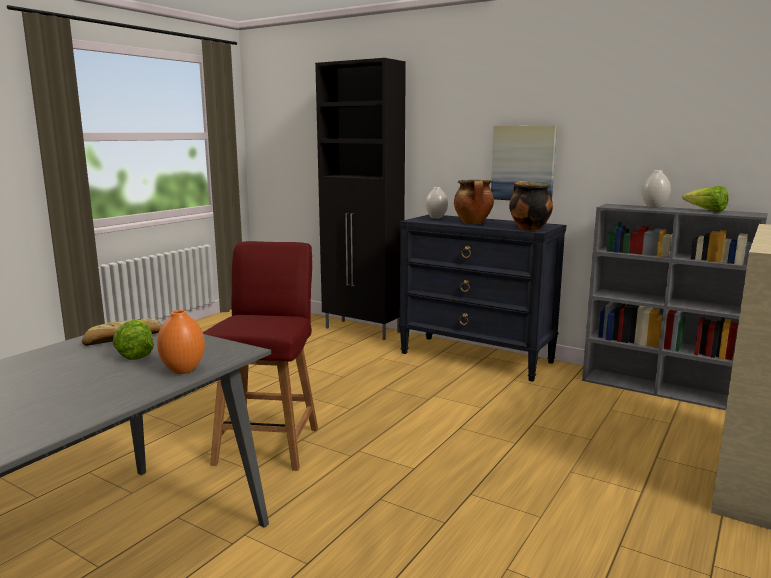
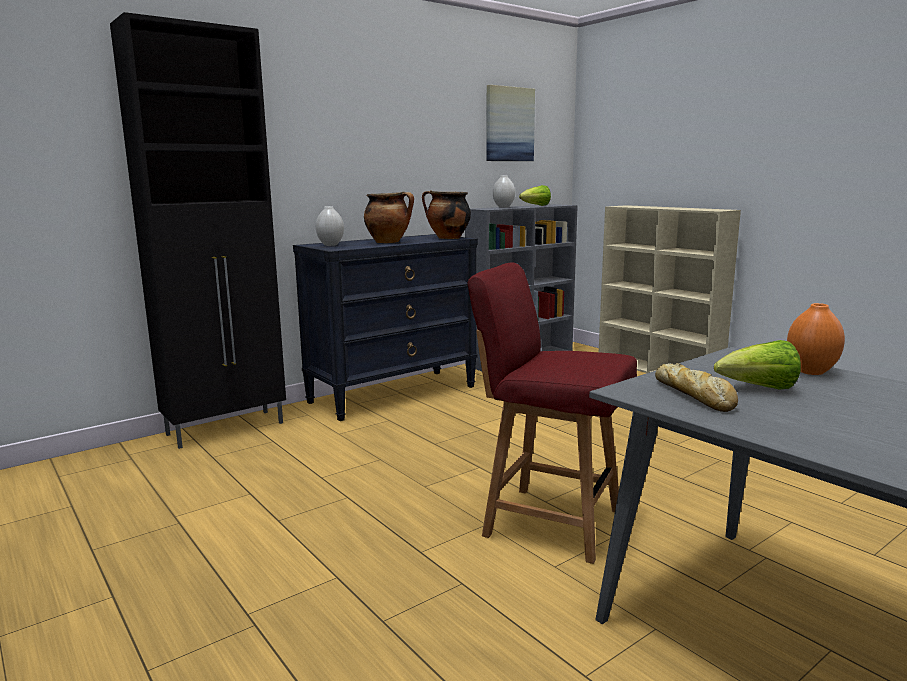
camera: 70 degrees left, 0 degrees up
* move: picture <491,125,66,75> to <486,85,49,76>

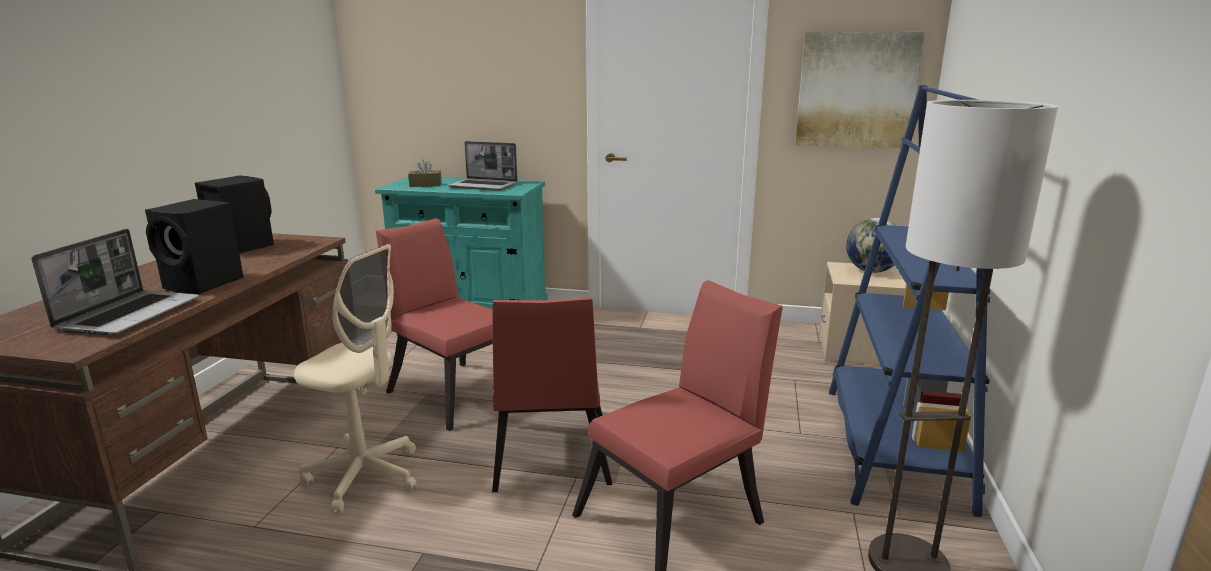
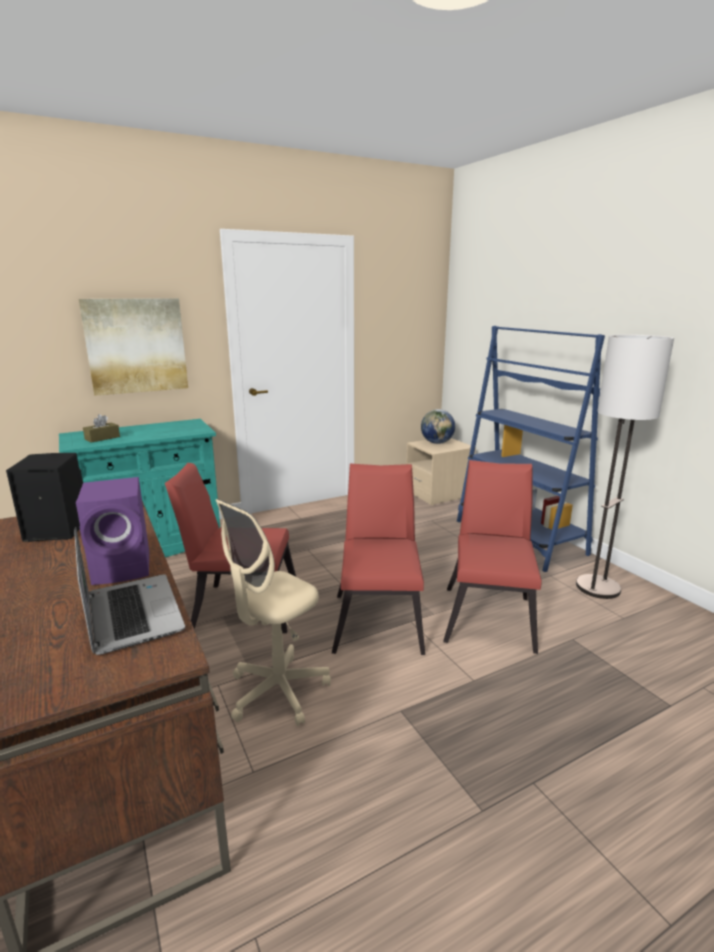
camera: 40 degrees left, 0 degrees up
* move: picture <795,32,130,116> to <79,298,109,98>
* delete: laptop <448,141,70,50>
* recolor: speaker in black <145,199,99,95> to speaker in purple <76,477,73,108>
* rotate: office chair in beige <294,244,123,269> = <216,499,115,227> 150 degrees clockwise
* rotate: chair in red <492,297,120,195> = <332,463,93,192> 135 degrees counterclockwise

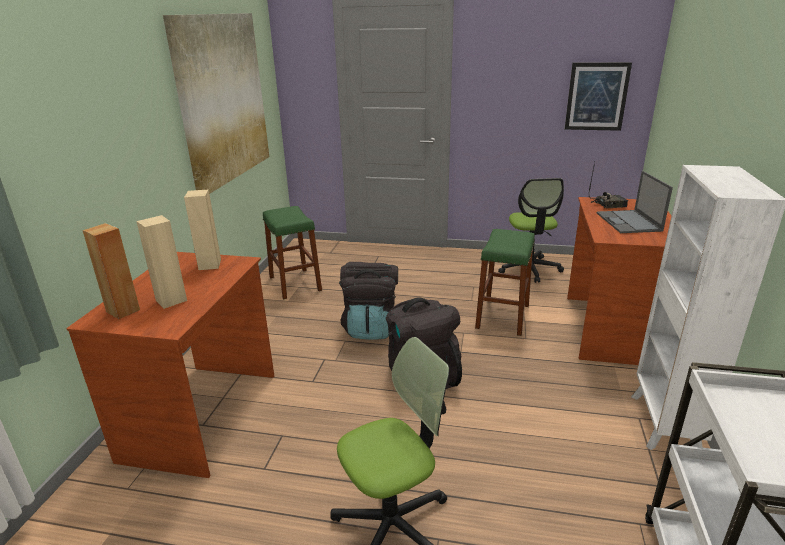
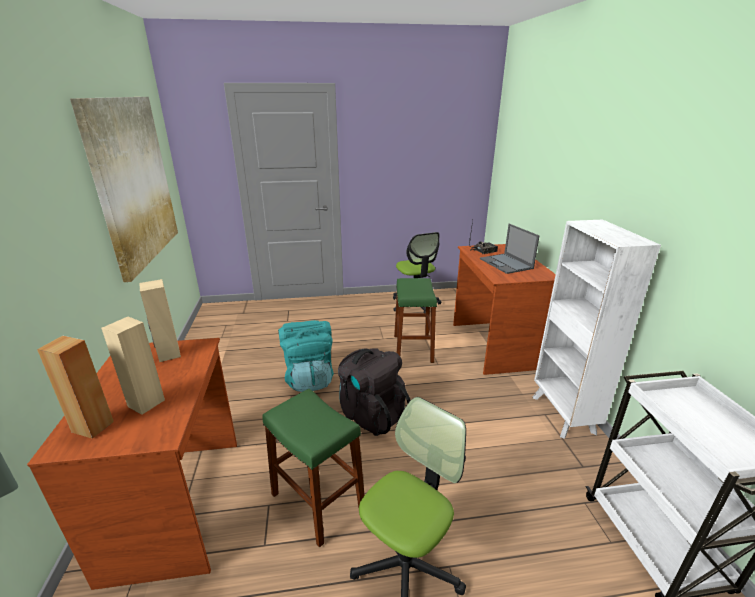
camera: 20 degrees left, 0 degrees up
* delete: picture <565,62,67,69>
* move: stool in green <263,206,59,93> to <262,389,103,159>
* recolor: backpack in black <339,262,59,78> to backpack in turquoise <278,320,56,72>

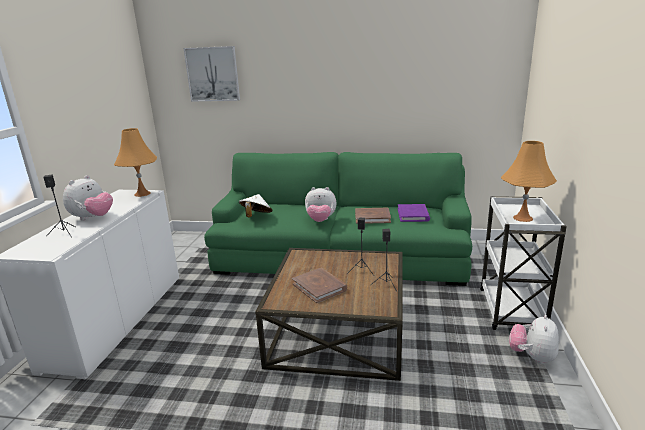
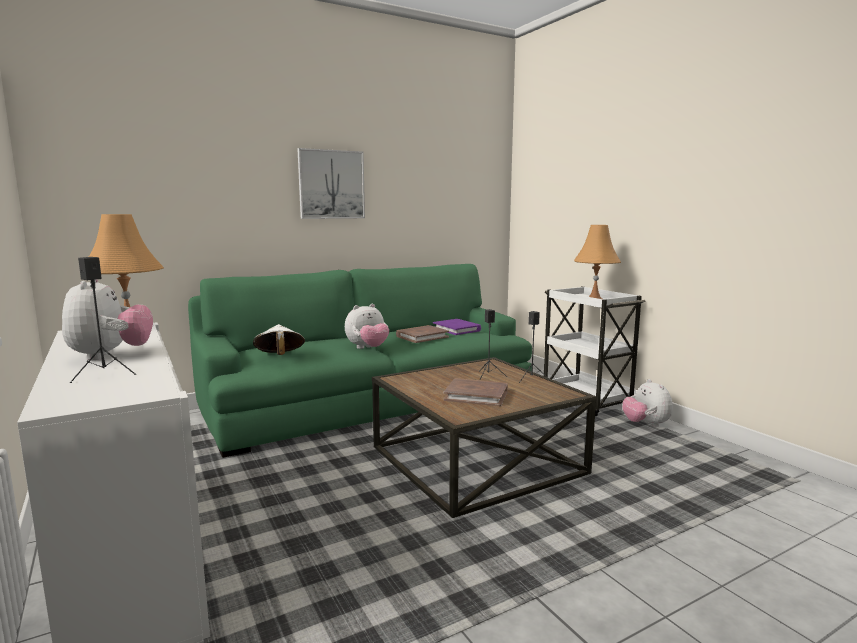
camera: 40 degrees left, 10 degrees down
* move: picture <184,46,56,56> to <297,148,68,71>

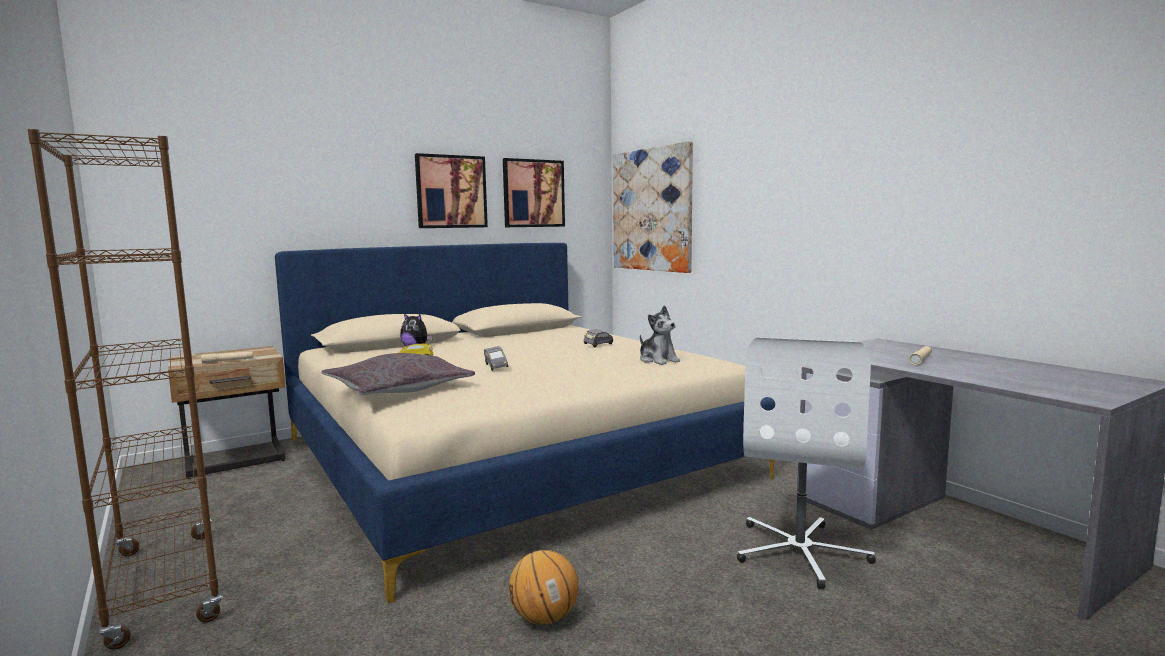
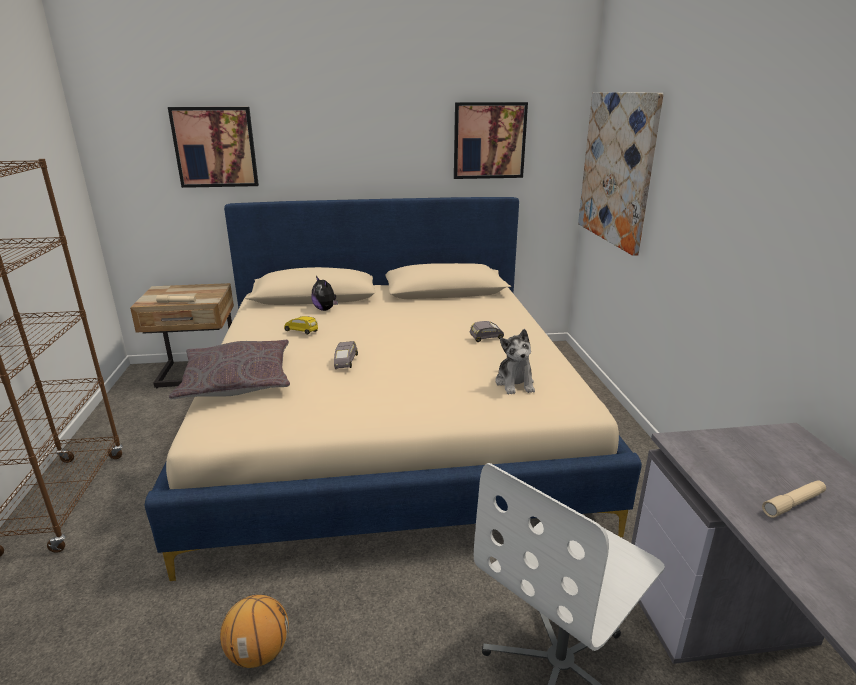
camera: 25 degrees right, 15 degrees up
* move: picture <415,153,73,75> to <168,107,91,81>

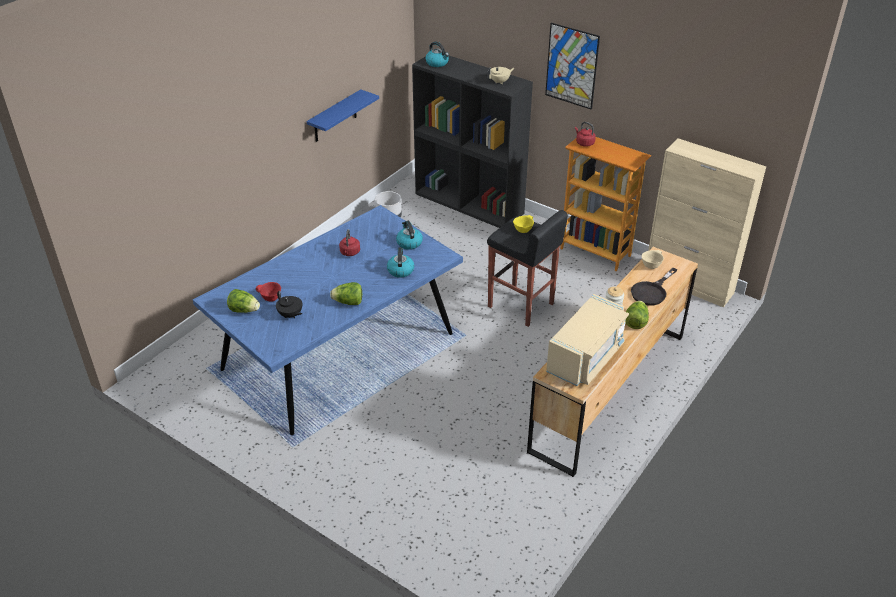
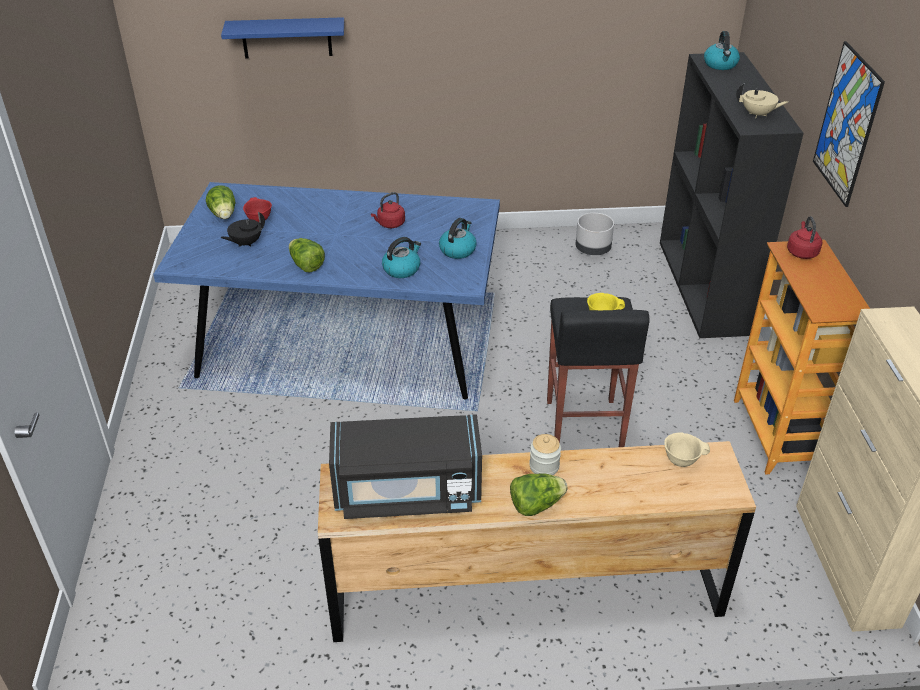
camera: 50 degrees right, 0 degrees up
* move: shelf in blue <306,89,73,53> to <221,17,123,42>
* delete: frying pan in black <631,267,46,39>
* rotate: teapot in black <276,291,26,27> = <221,212,44,35> 45 degrees clockwise
* recolor: microwave in beige <546,294,83,92> to microwave in black <329,414,153,105>

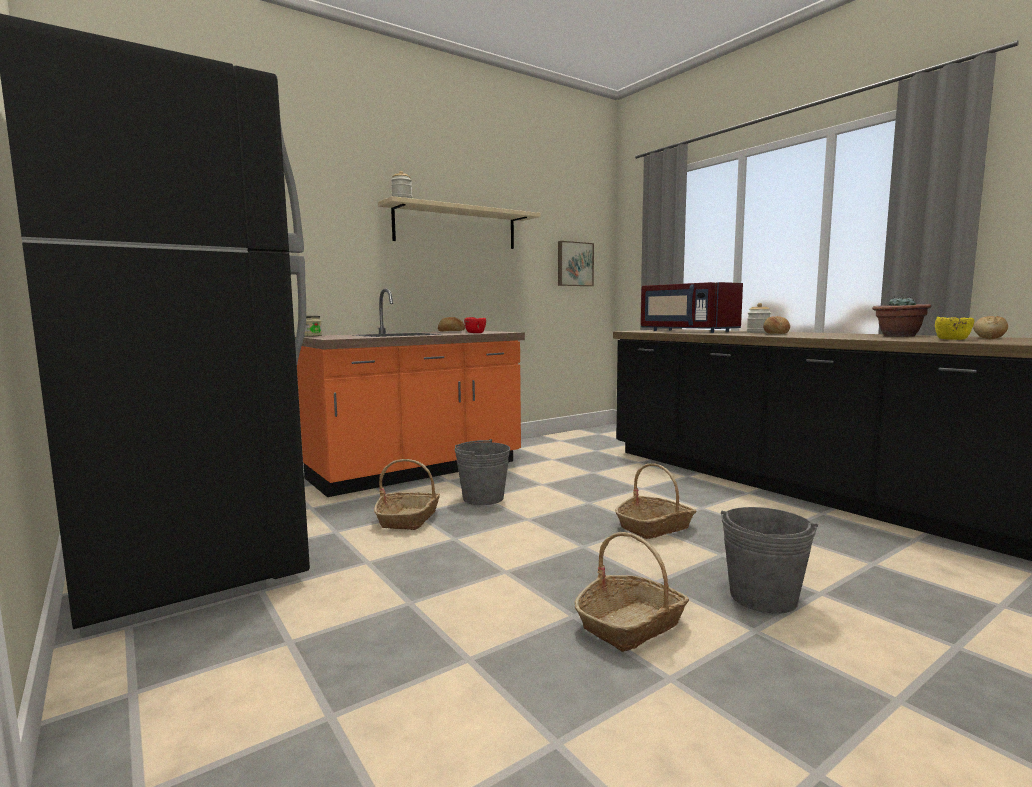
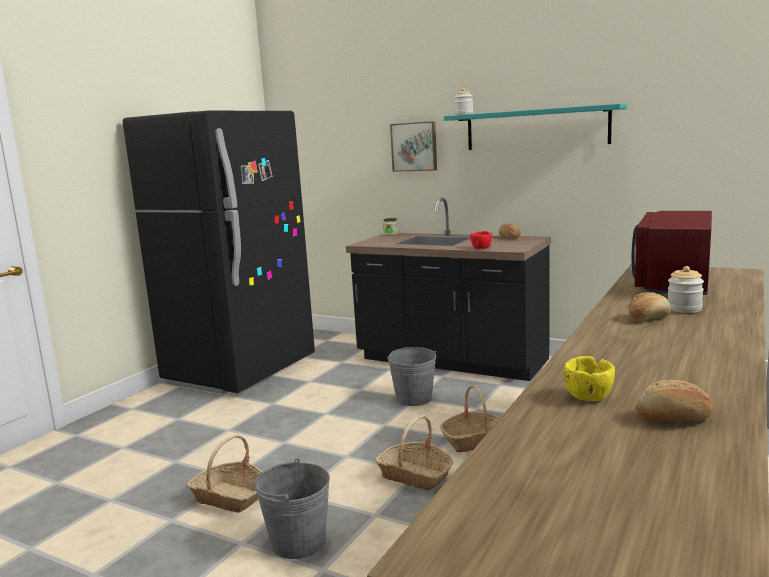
camera: 65 degrees right, 5 degrees up
* recolor: shelf in beige <378,196,163,53> to shelf in turquoise <444,104,183,46>
* move: picture <558,241,36,45> to <390,121,47,51>
* recolor: counter in orange <295,289,230,208> to counter in black <346,197,205,184>
* delete: potted plant <872,296,60,41>
* move: basket <374,459,66,71> to <440,385,60,67>

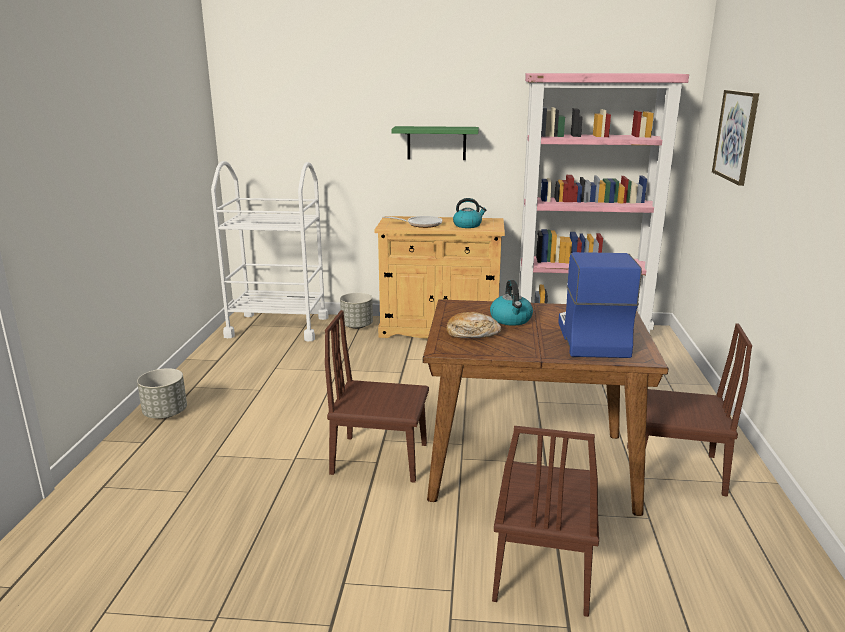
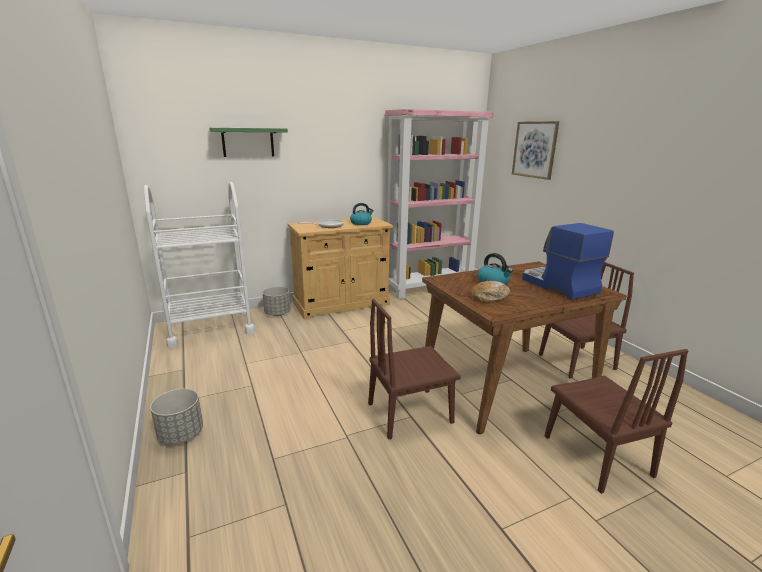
camera: 30 degrees left, 0 degrees up
* move: shelf in green <391,126,88,34> to <209,128,79,29>

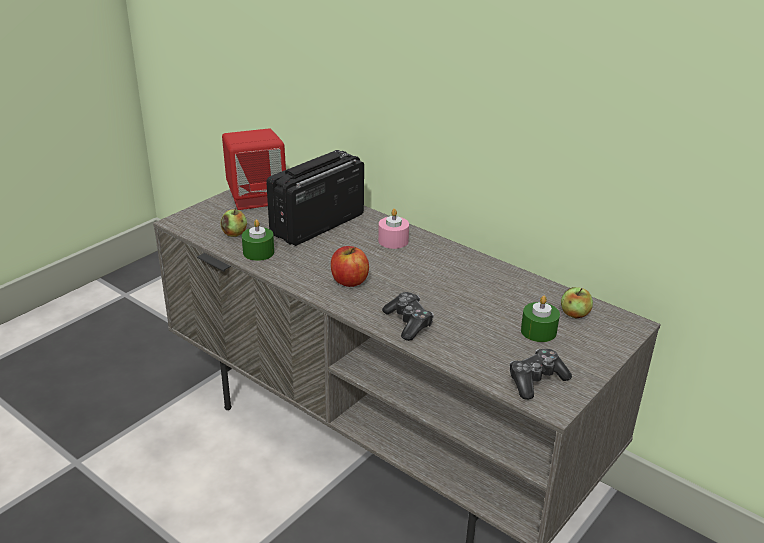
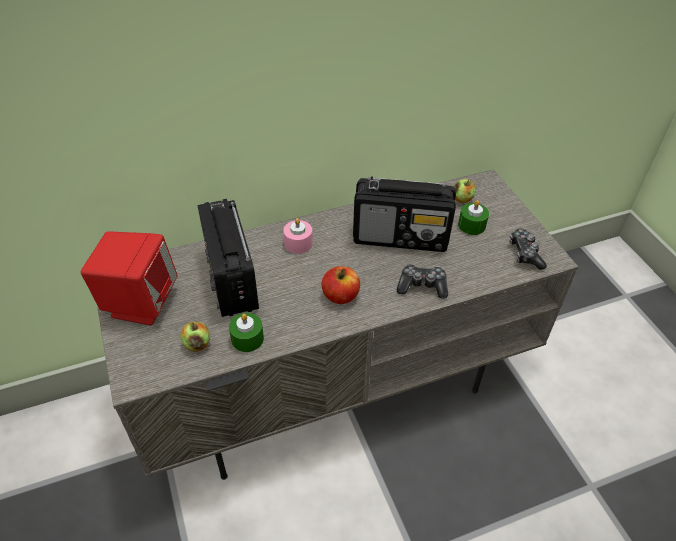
camera: 60 degrees left, 15 degrees up
* insert: radio <353,176,103,76>

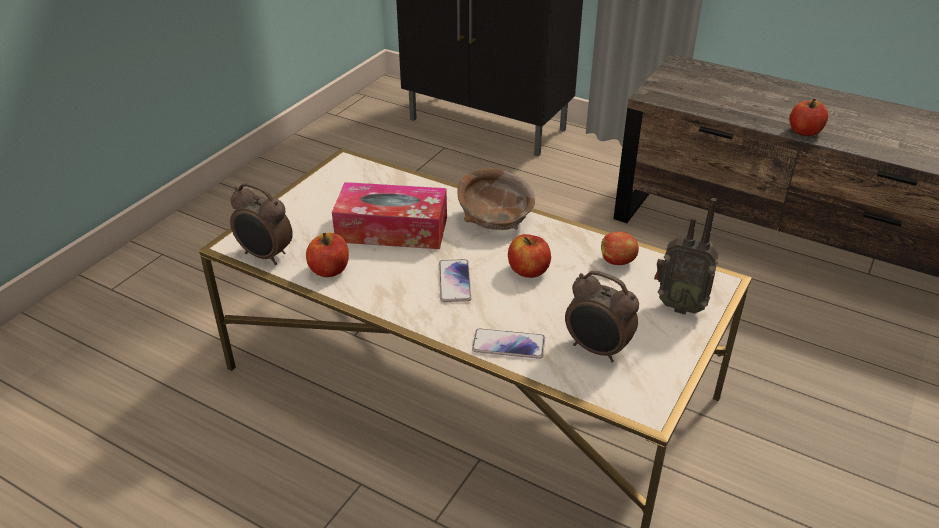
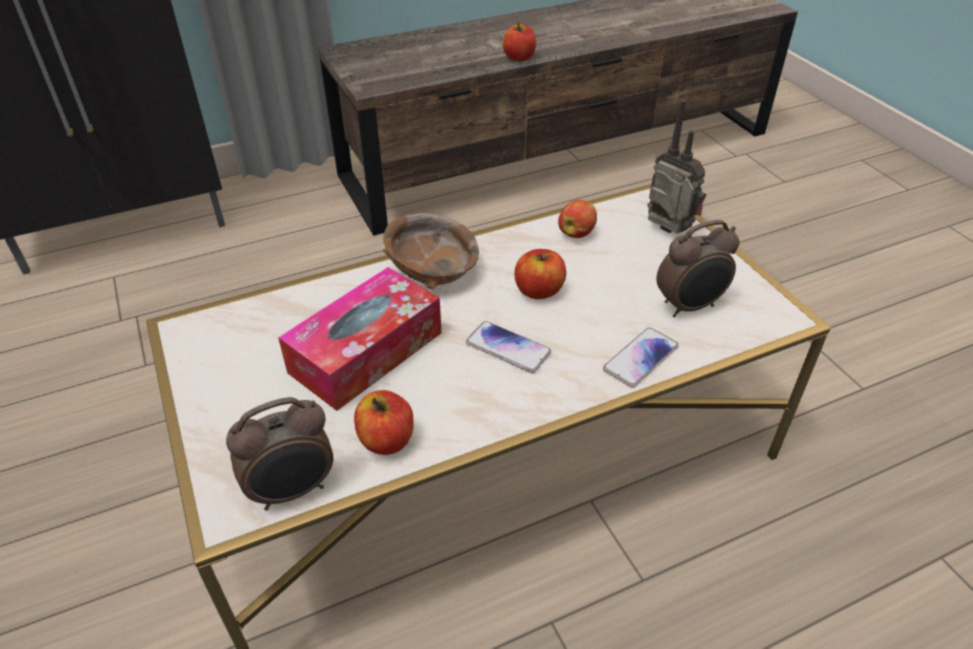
camera: 55 degrees left, 5 degrees up
* rotate: radio <654,198,64,116> = <647,99,59,134> 105 degrees counterclockwise

